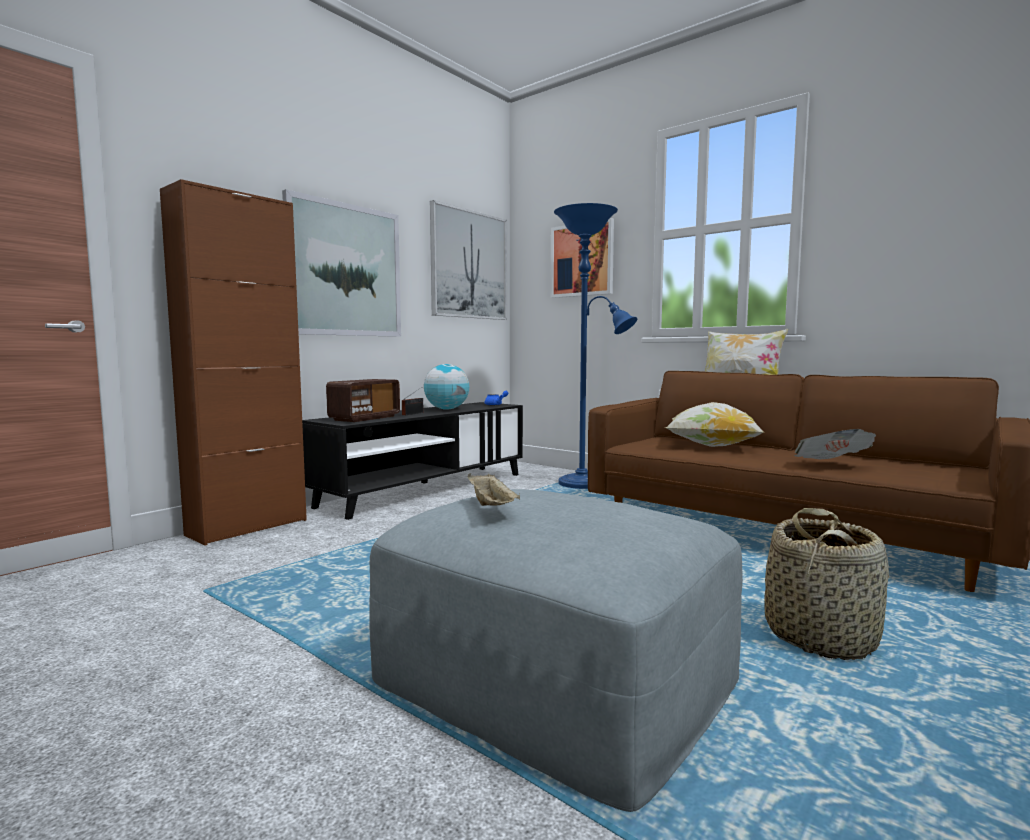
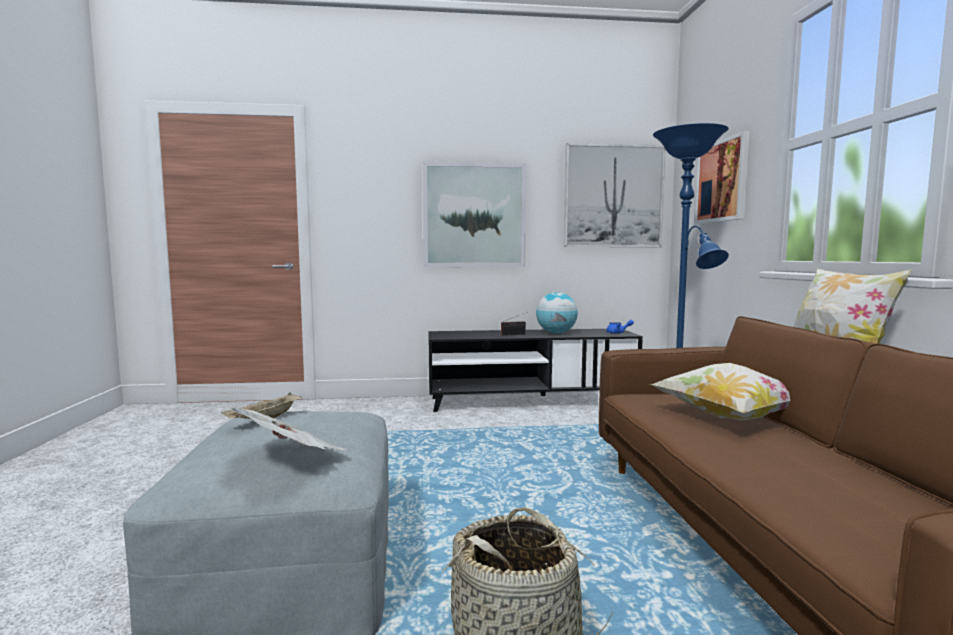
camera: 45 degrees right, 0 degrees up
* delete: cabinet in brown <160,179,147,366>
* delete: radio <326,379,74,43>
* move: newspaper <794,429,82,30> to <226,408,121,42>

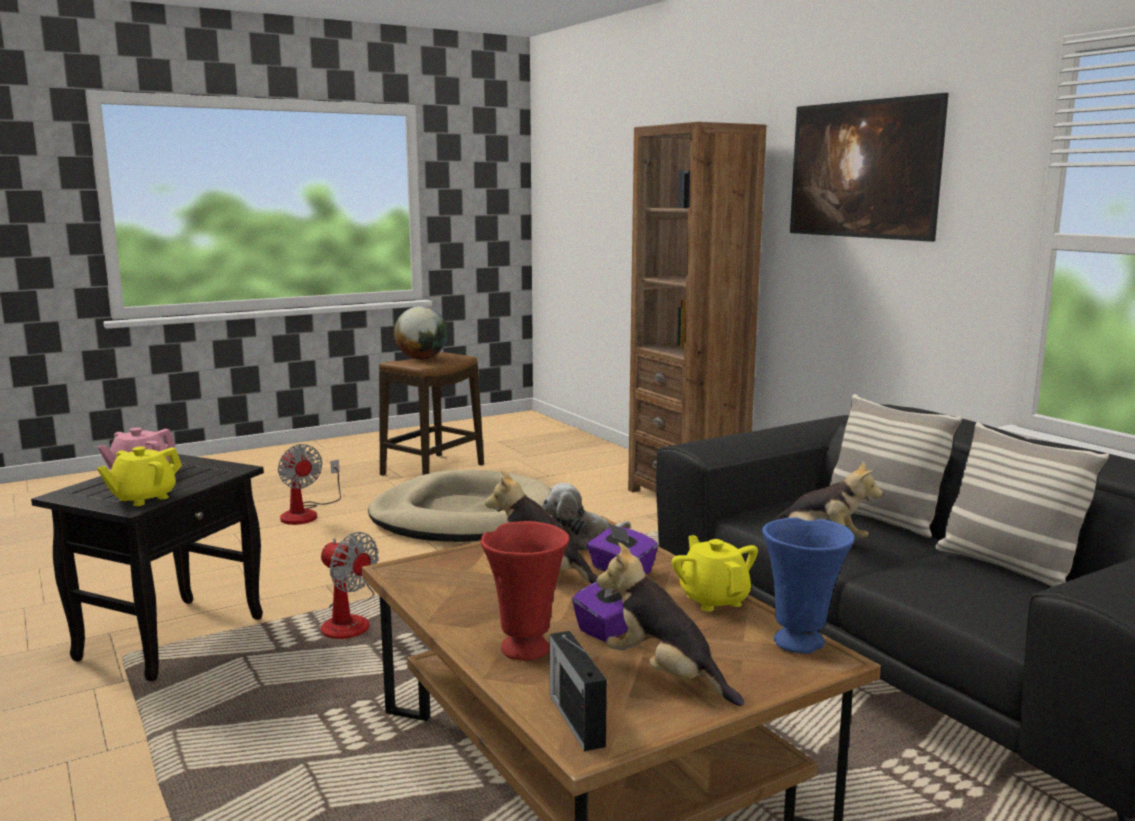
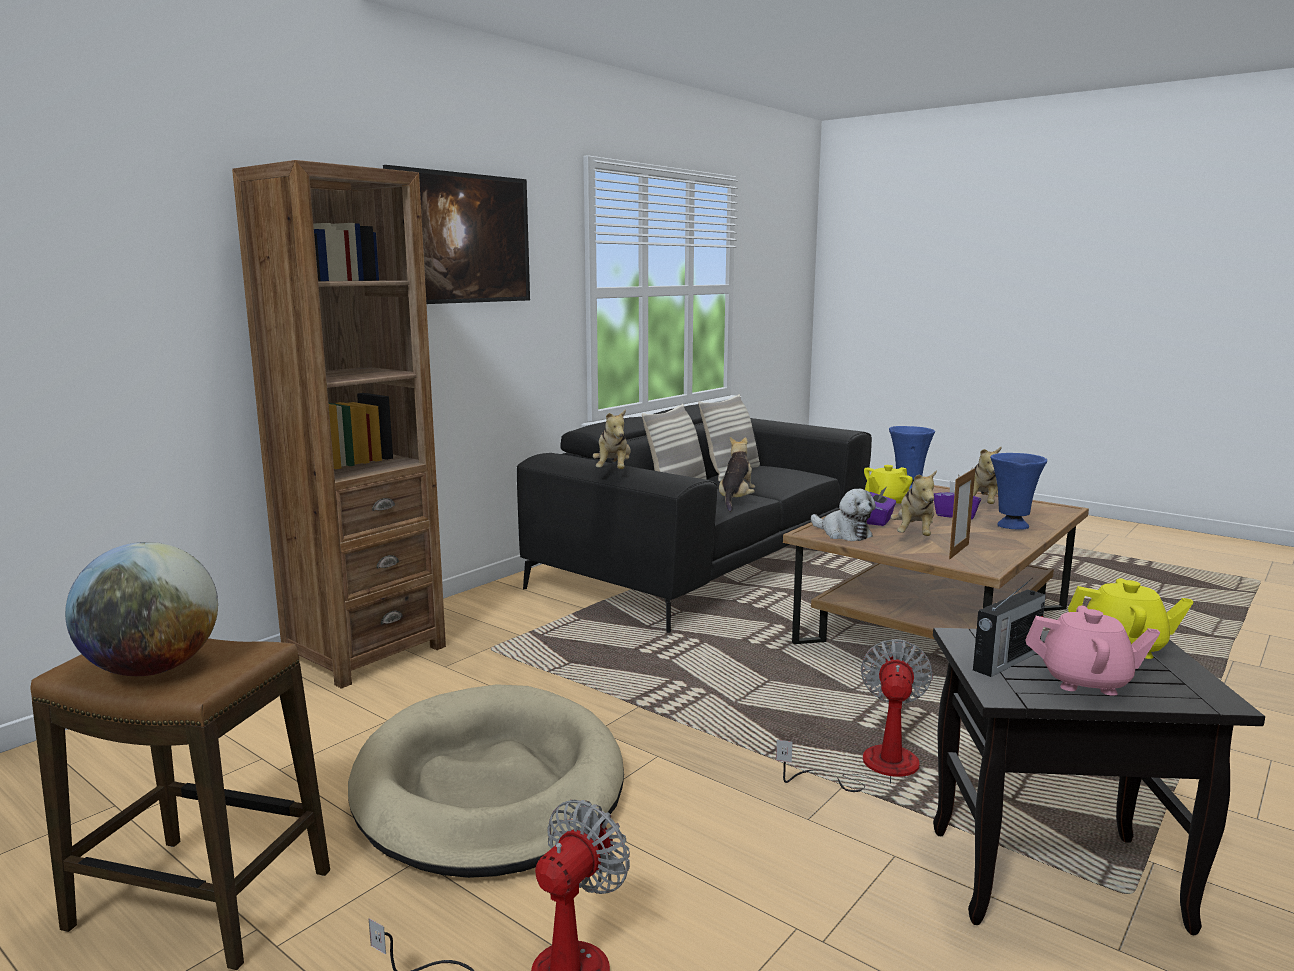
camera: 110 degrees left, 0 degrees up
* recolor: vase in red <480,521,90,140> to vase in blue <990,453,57,77>
* move: radio <550,631,57,120> to <973,578,73,99>
* insert: plush toy <593,409,38,60>
* insert: picture frame <949,467,26,92>

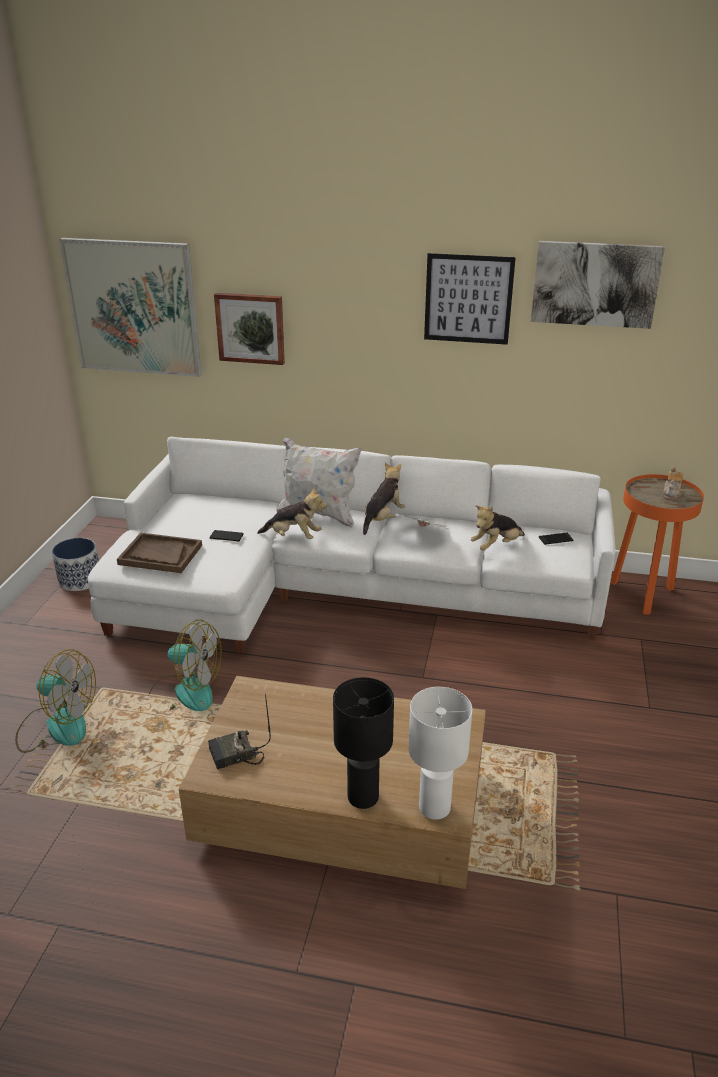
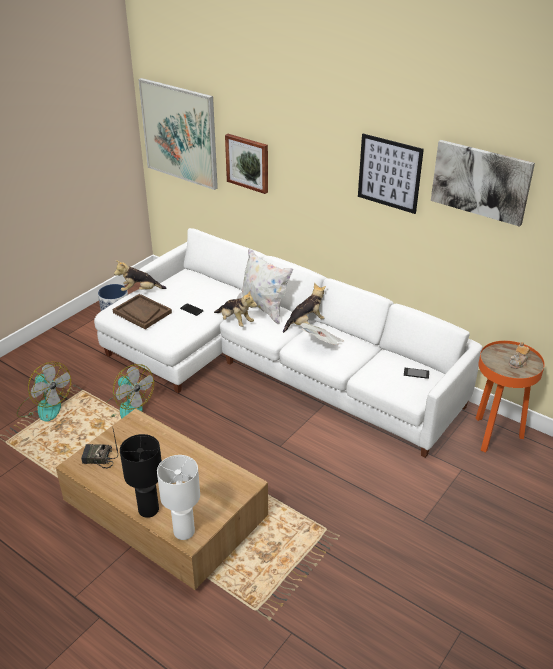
camera: 25 degrees right, 5 degrees up
* move: plush toy <471,505,54,46> to <114,260,52,31>

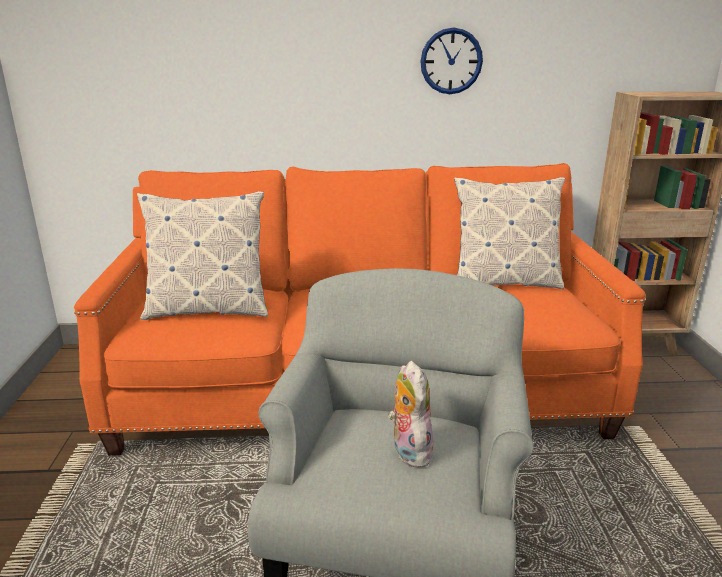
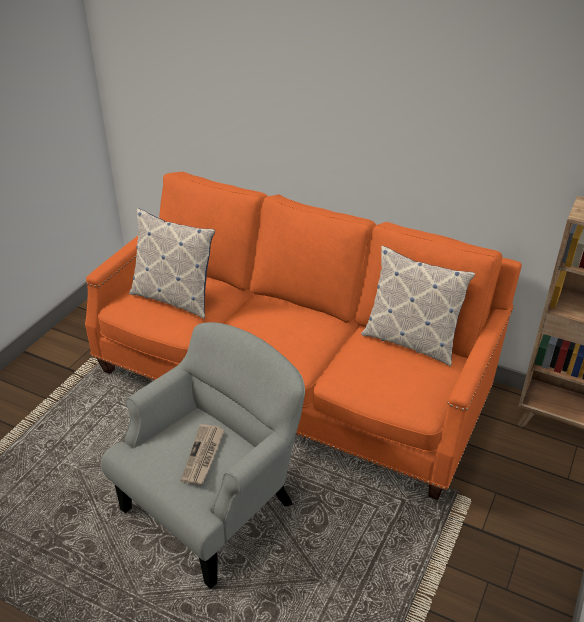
camera: 30 degrees right, 15 degrees up
* delete: wall clock <420,28,63,66>
* replace: plush toy <388,361,46,107> to newspaper <181,424,44,61>

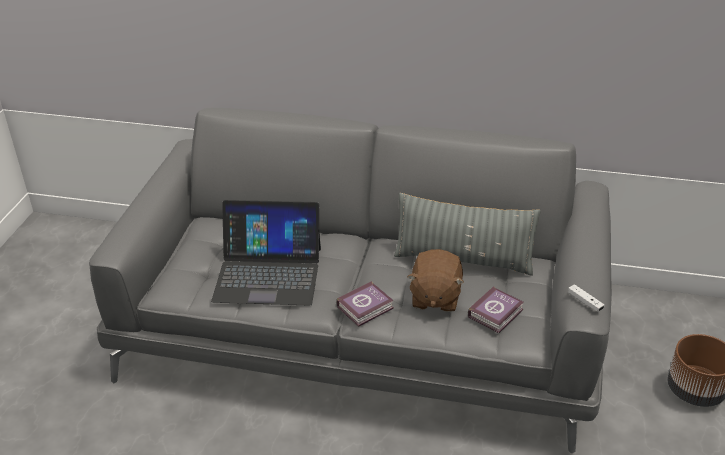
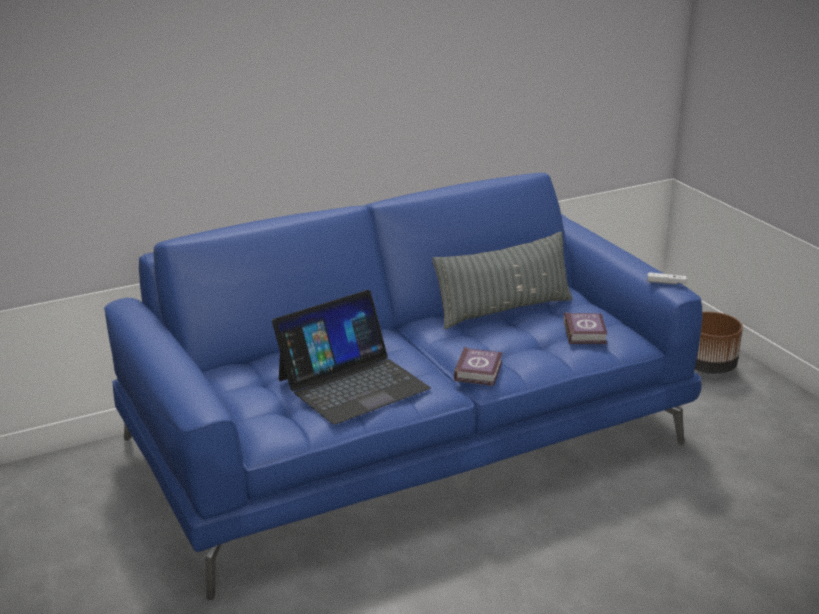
camera: 40 degrees left, 10 degrees down
* recolor: sofa in grey <89,108,523,345> to sofa in blue <104,173,598,427>
* delete: plush toy in brown <407,249,57,63>

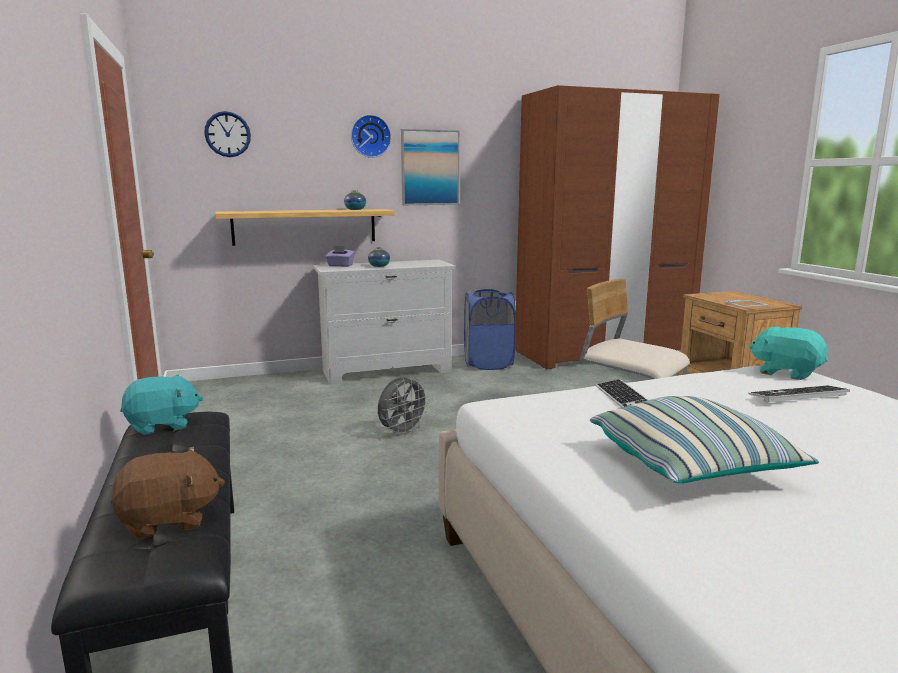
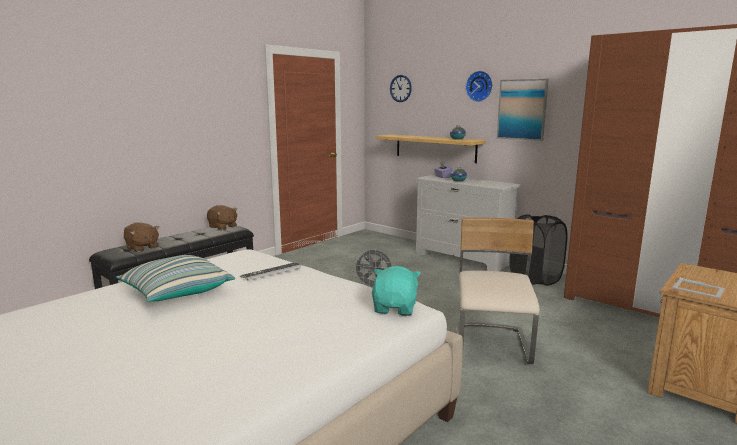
camera: 60 degrees right, 0 degrees up
* recolor: laundry basket in blue <464,289,52,81> to laundry basket in black <509,214,59,72>
* recolor: plush toy in turquoise <120,375,83,60> to plush toy in brown <207,205,30,25>
* delete: keyboard <749,386,101,16>

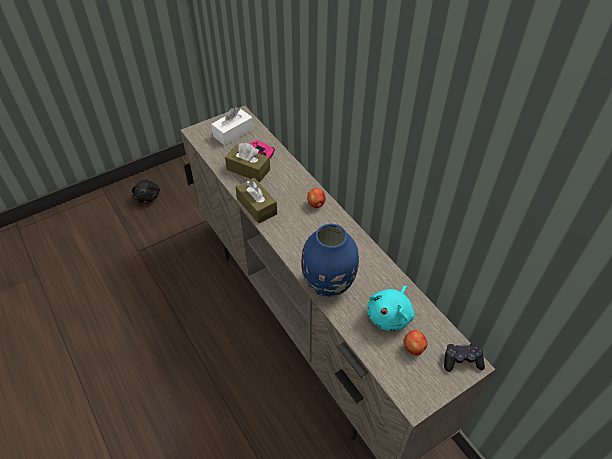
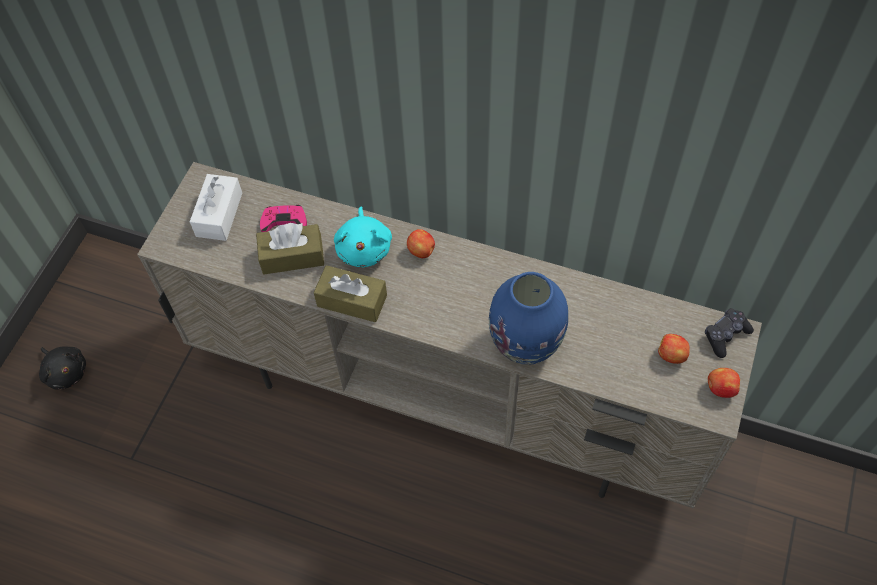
camera: 35 degrees left, 10 degrees up
* move: plush toy in turquoise <367,286,48,45> to <334,207,58,60>
* insert: apple <708,368,32,30>

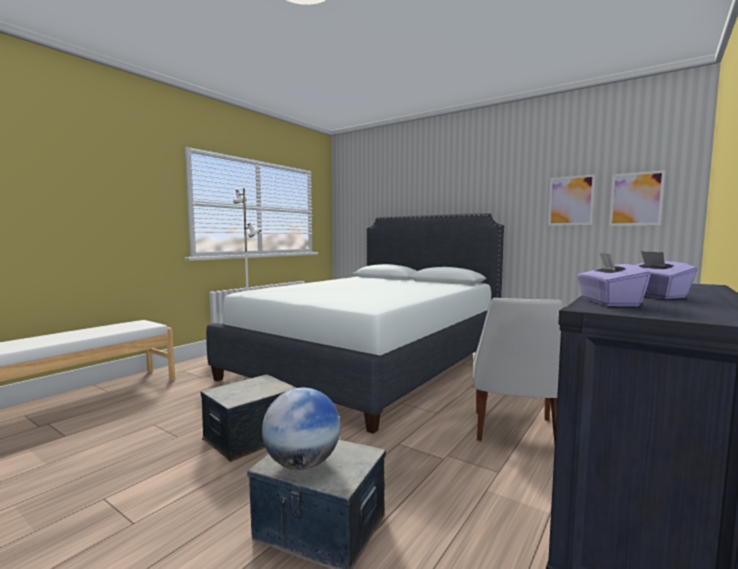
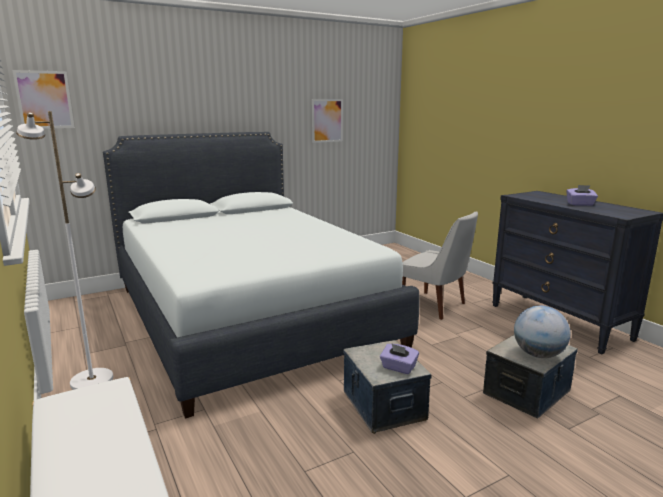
camera: 65 degrees left, 10 degrees up
* move: picture <609,170,56,56> to <12,70,62,59>
* move: tissue box in purple <577,252,73,54> to <380,343,39,31>

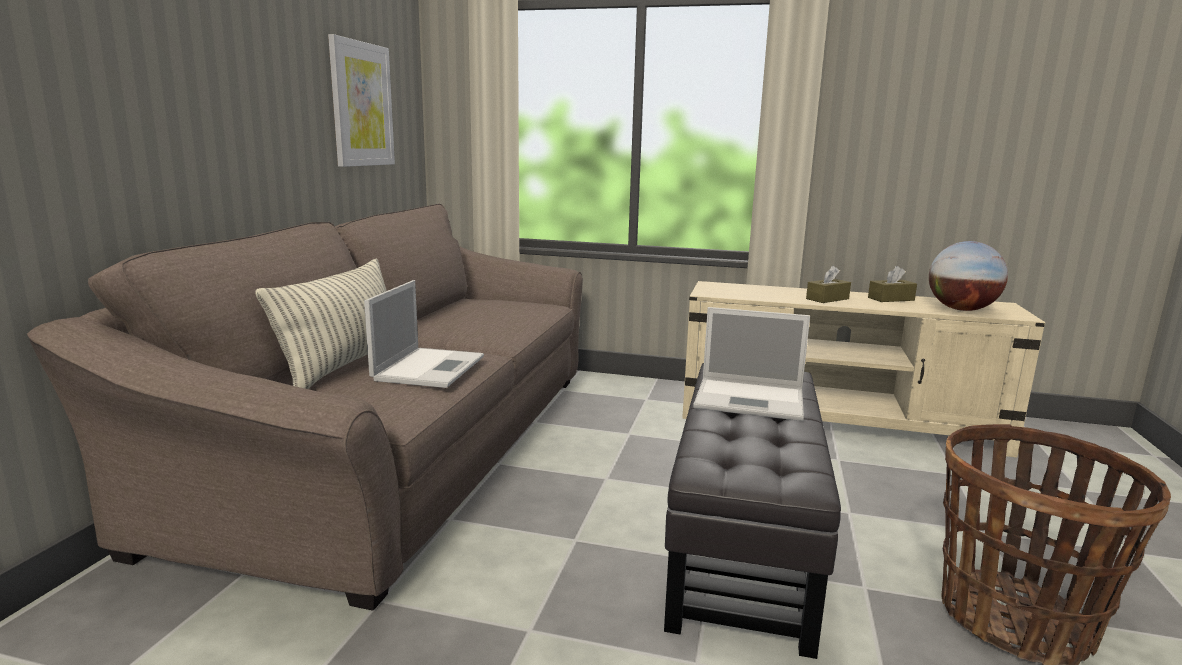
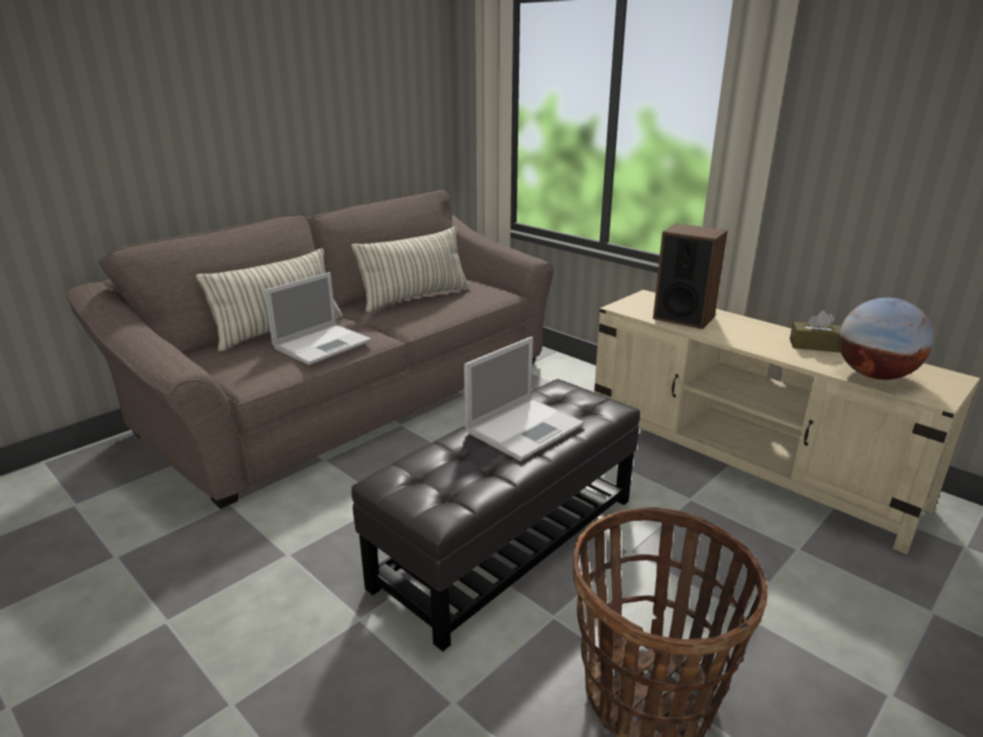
camera: 30 degrees right, 10 degrees up
* delete: picture <328,34,67,133>
* delete: tissue box in brown <806,266,45,37>
* rotate: laptop <693,307,117,114> = <464,337,120,124> 90 degrees counterclockwise
* insert: speaker <653,223,75,106>
* insert: pillow <352,226,118,87>

